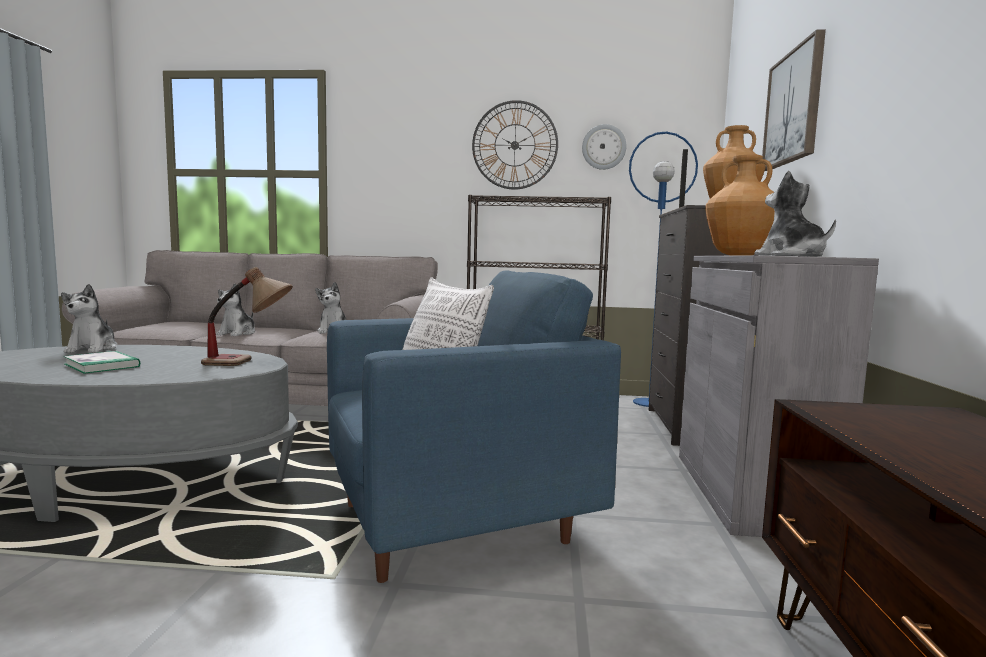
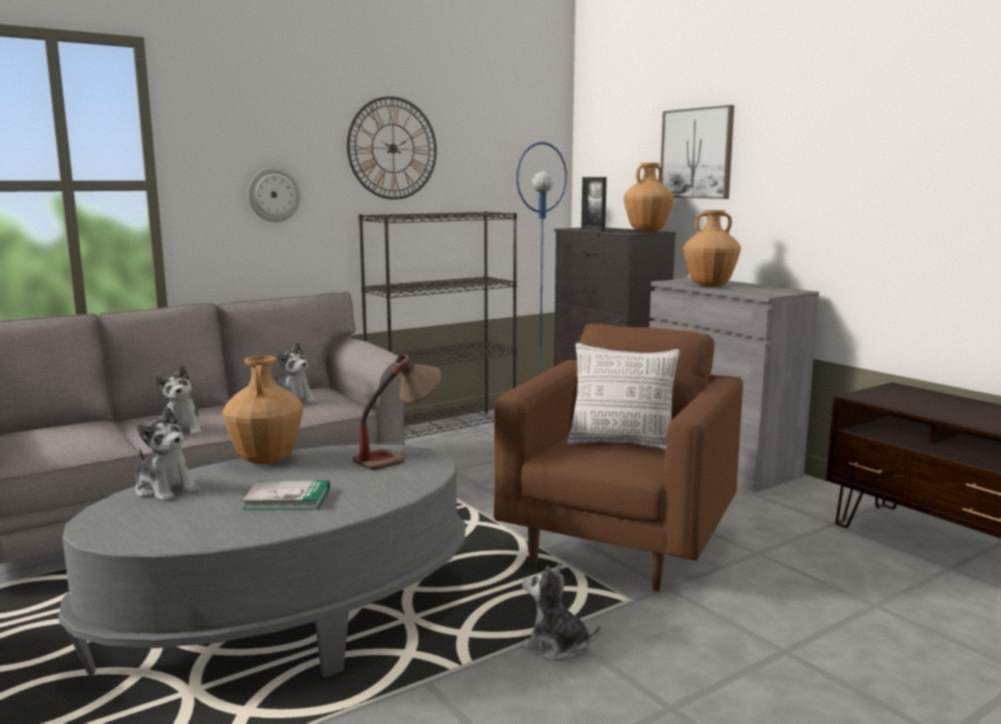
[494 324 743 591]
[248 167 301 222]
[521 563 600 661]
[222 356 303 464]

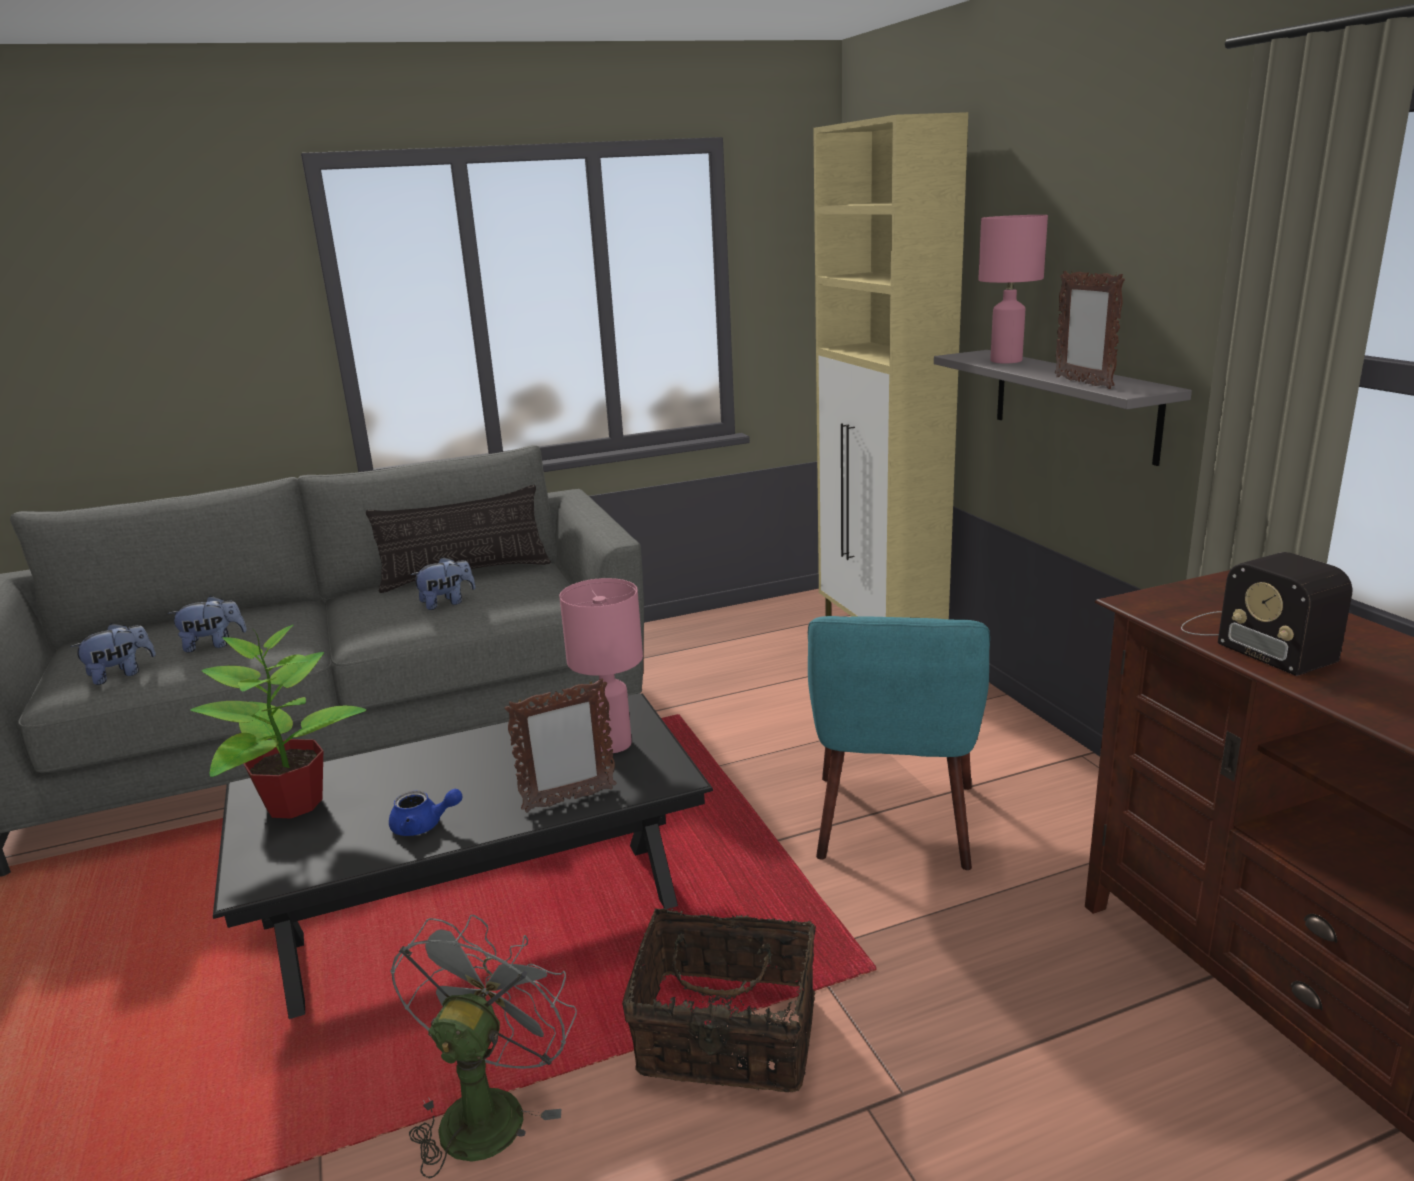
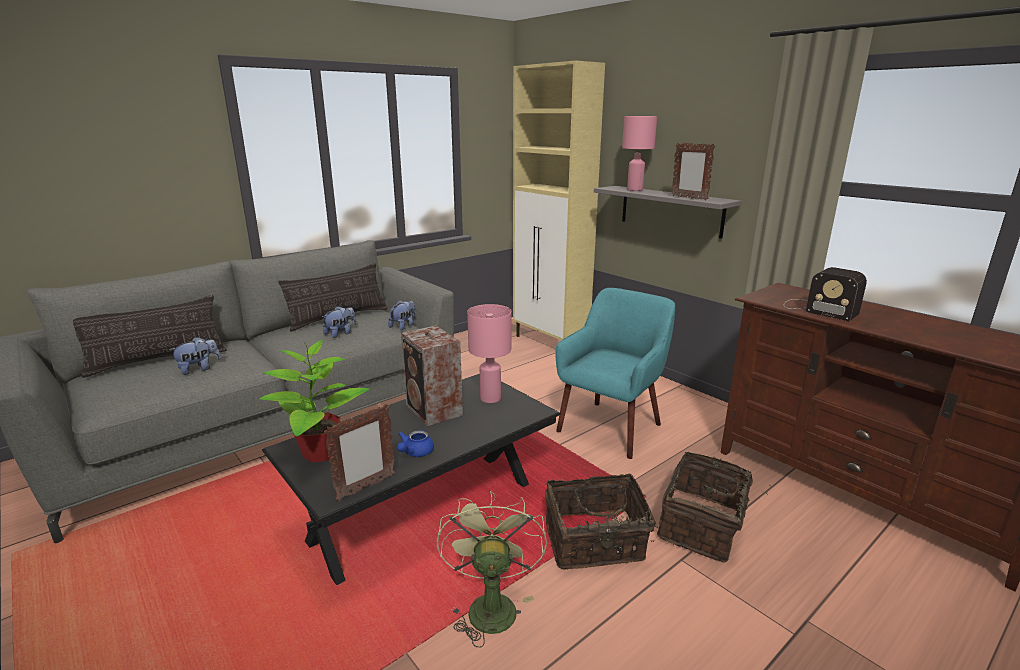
[388 300 415 330]
[397 430 434 457]
[437 491 547 648]
[324 404 395 501]
[555 288 675 459]
[73 295 227 378]
[401 326 463 426]
[657 451 771 563]

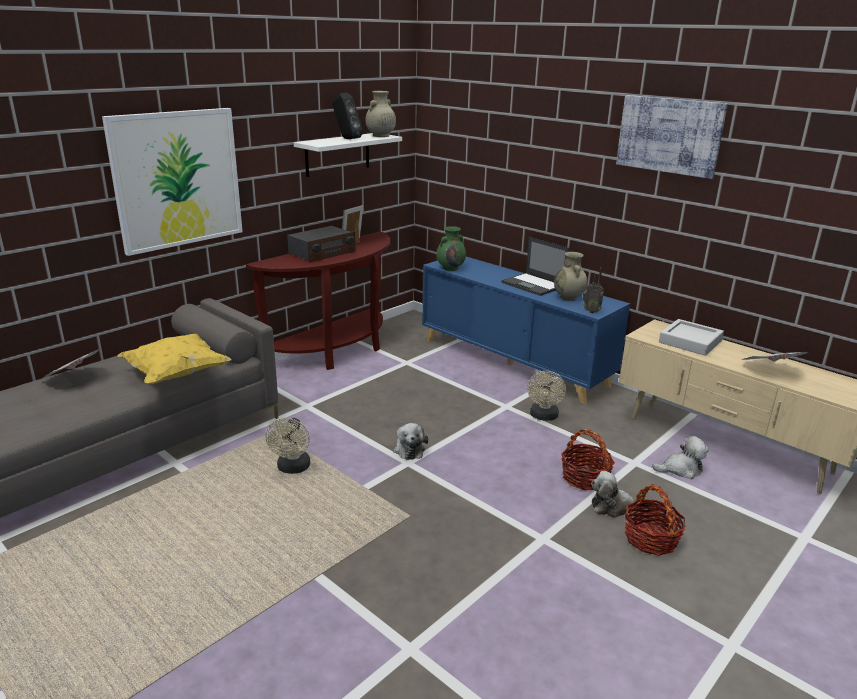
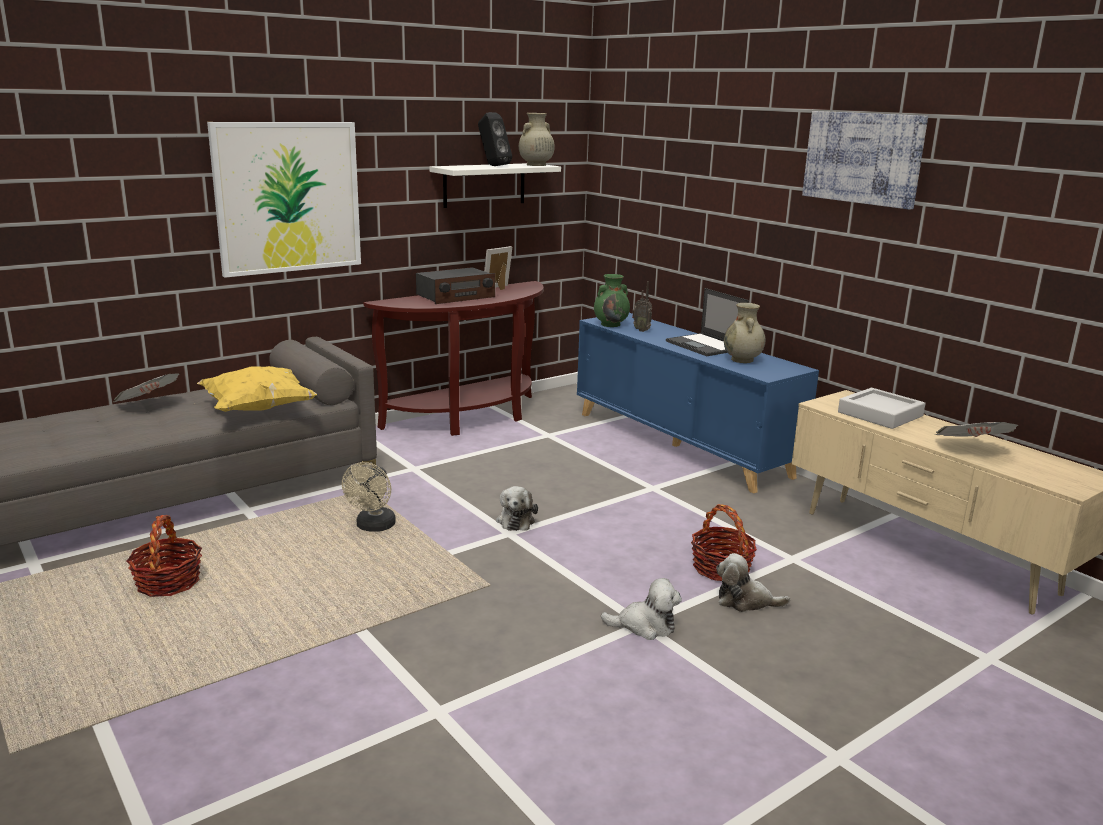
[527 371 566 421] (first image)
[632 281 652 332]
[126 515 202 597]
[601 578 682 640]

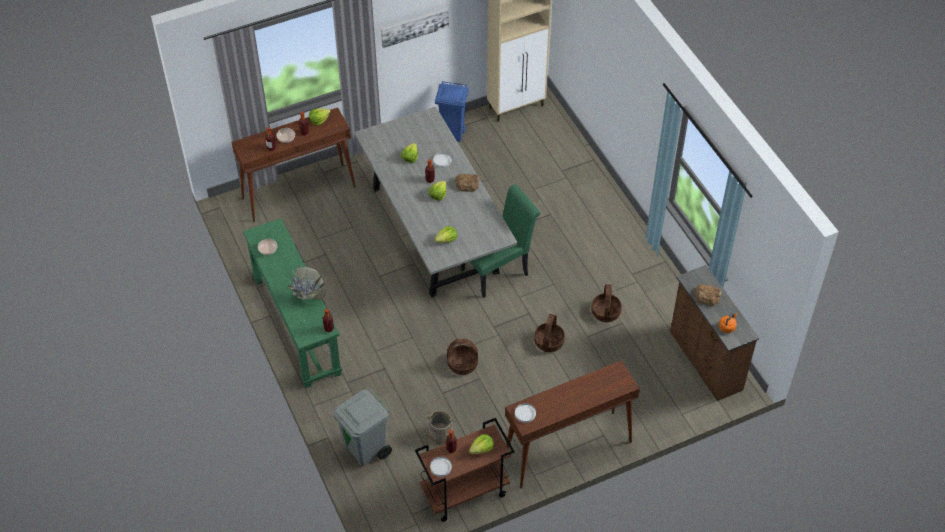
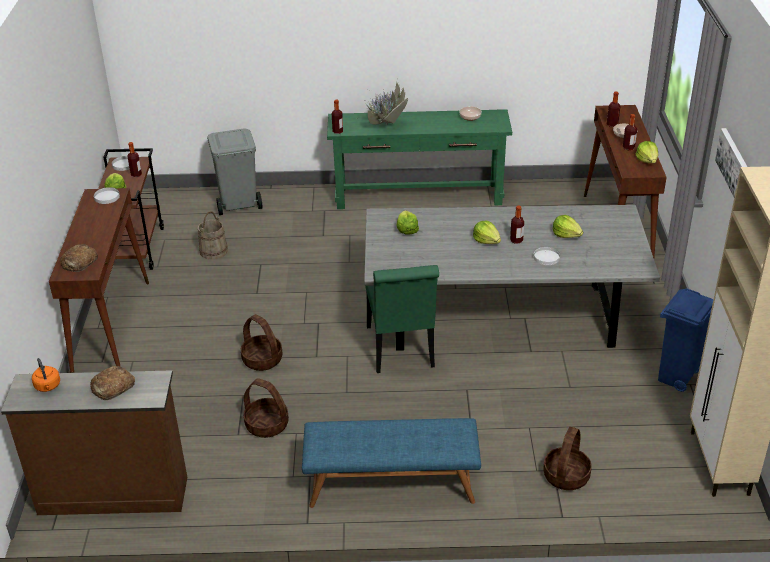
[543 427 592 490]
[60 244 98 272]
[302 418 481 508]

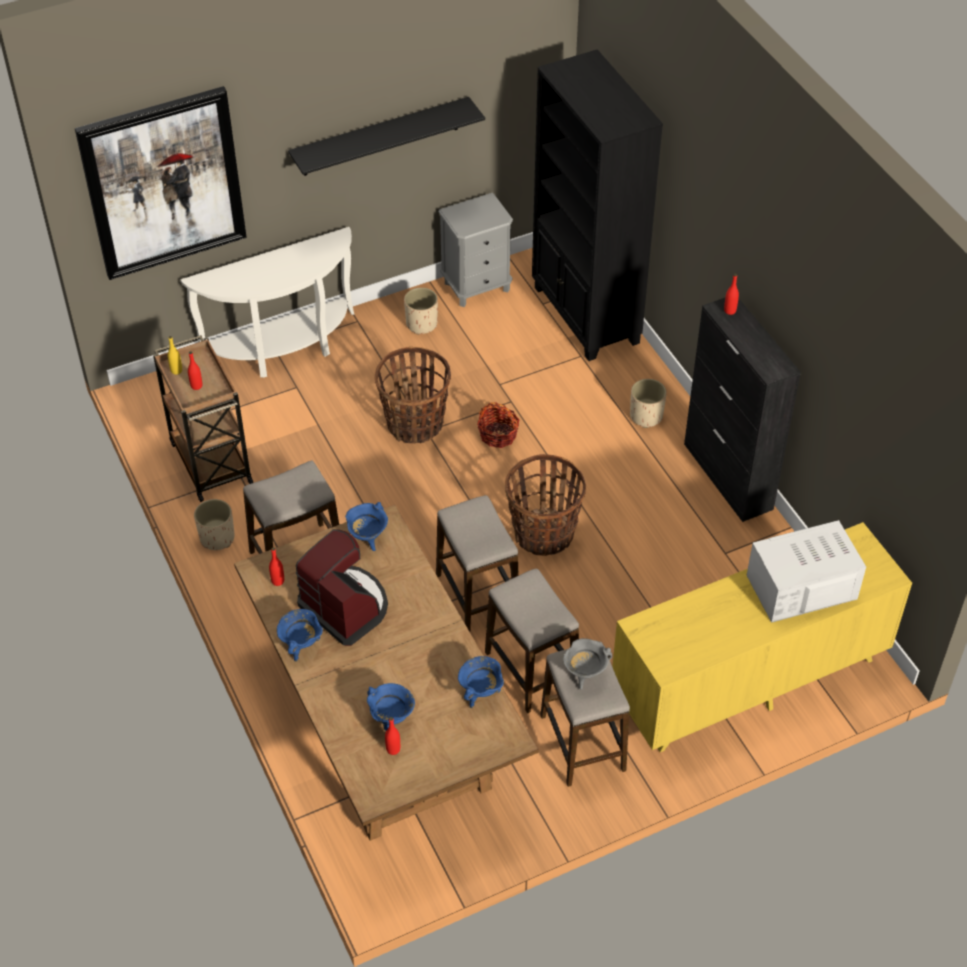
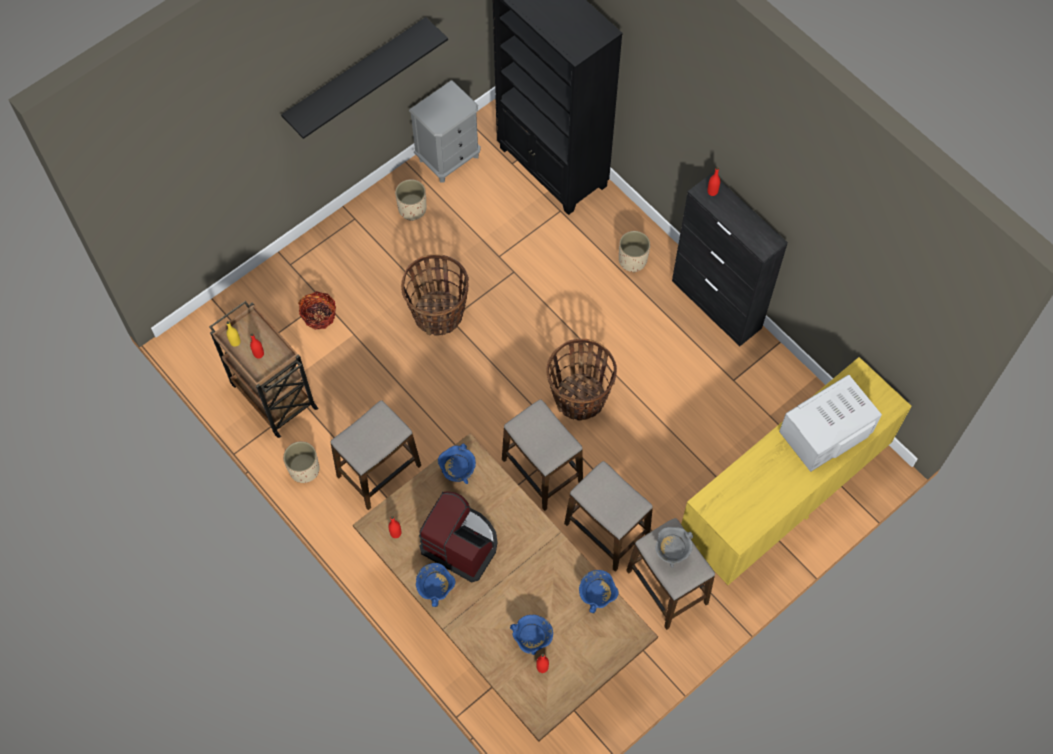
[75 86 247 280] (first image)
[181 227 354 378] (first image)
[298 291 336 330]

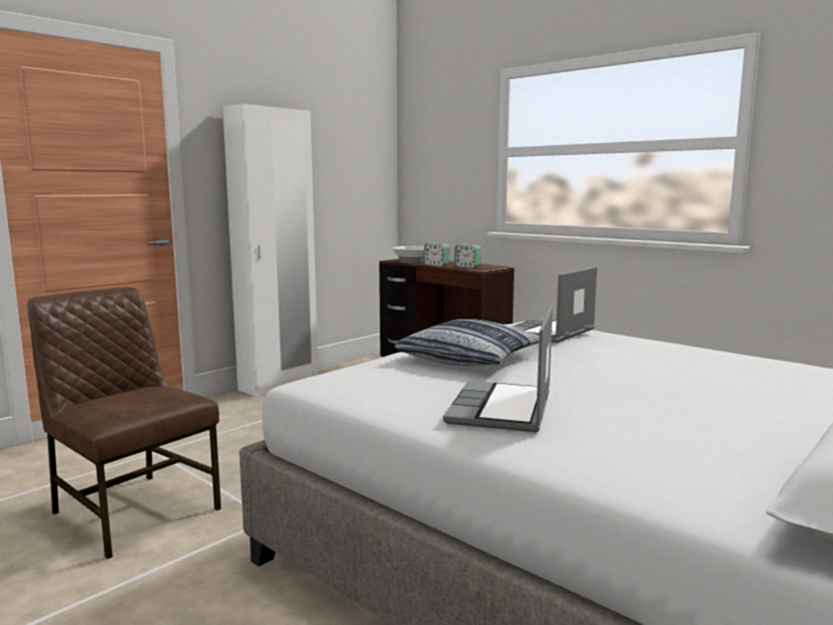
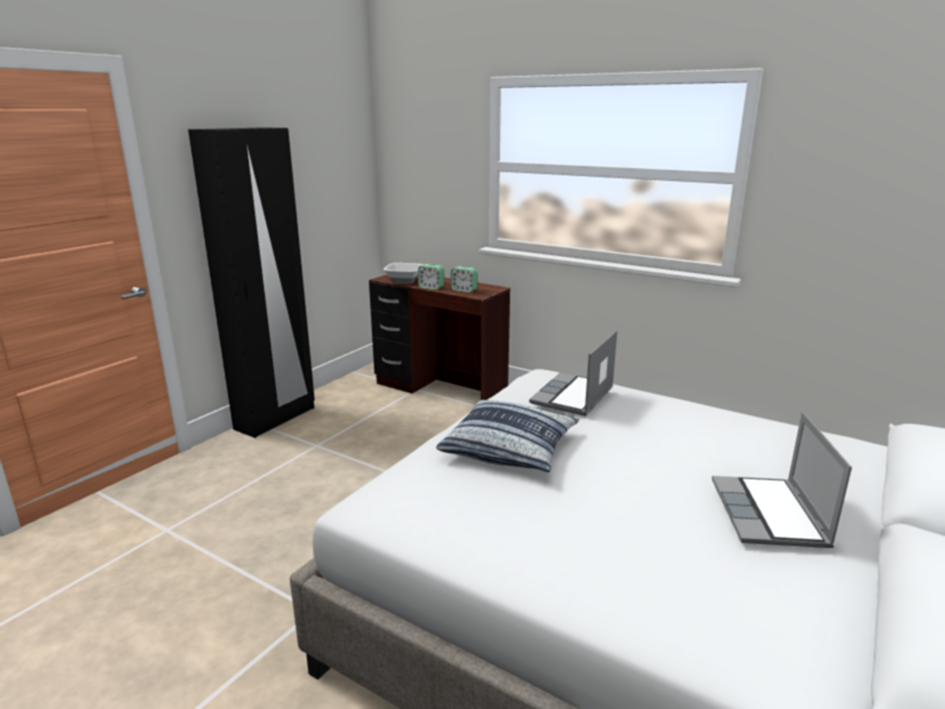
[27 287 221 559] (first image)
[188 127 315 438]
[712 412 852 548]

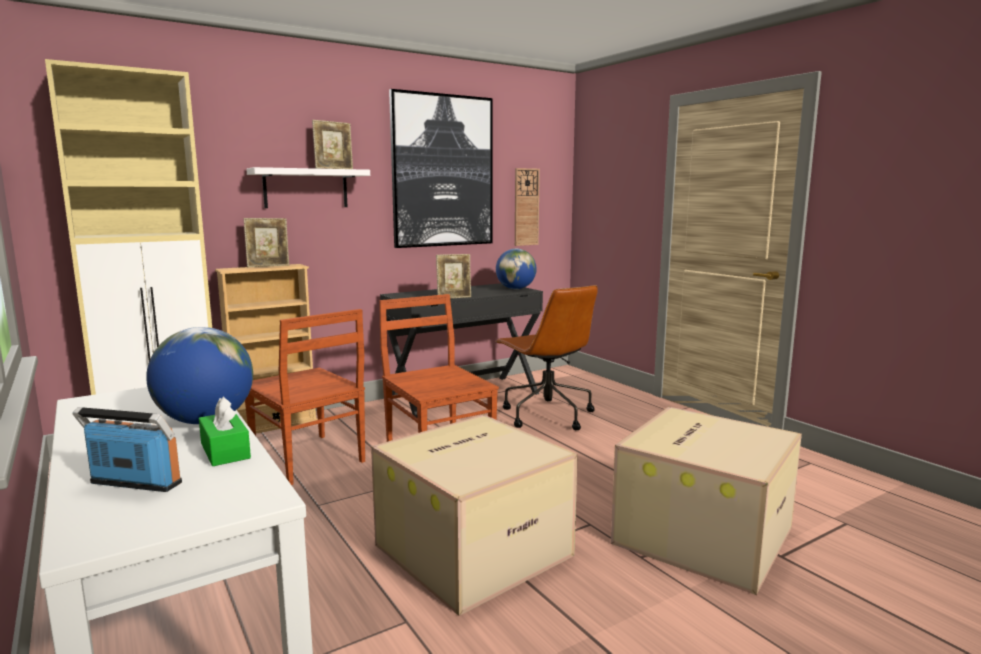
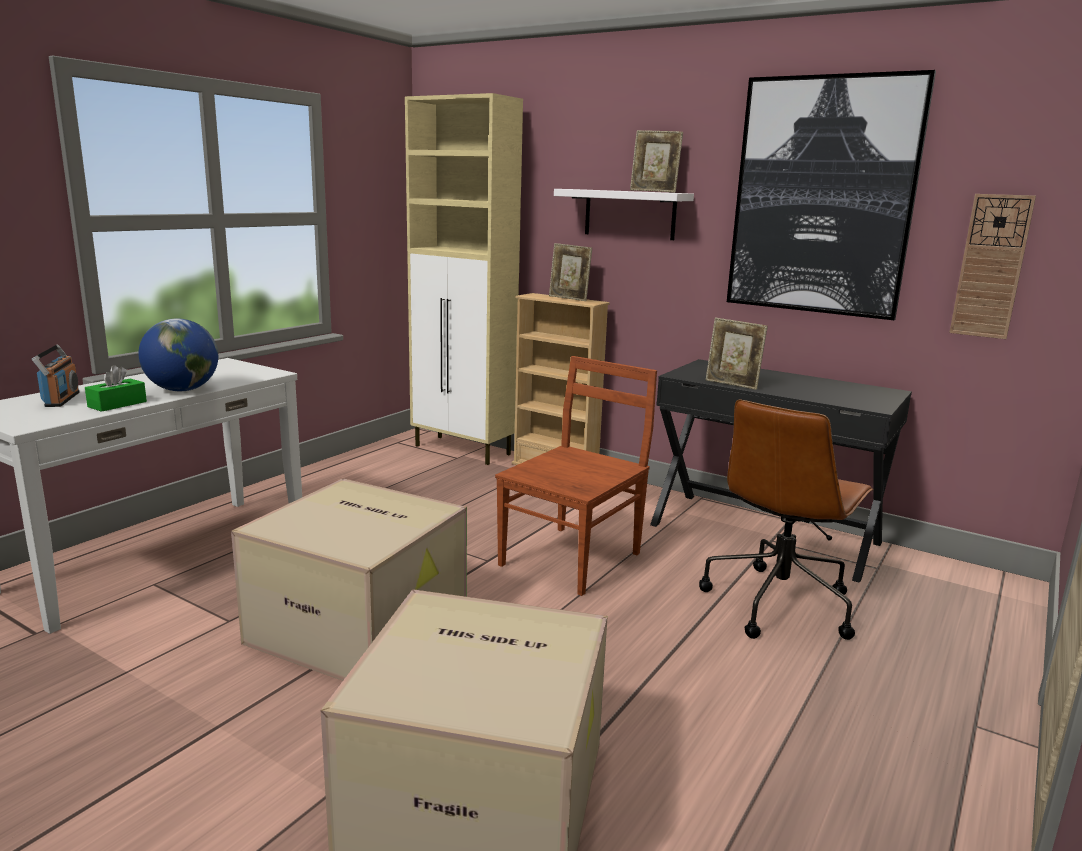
[245 309 365 485] (first image)
[496 249 536 289] (first image)

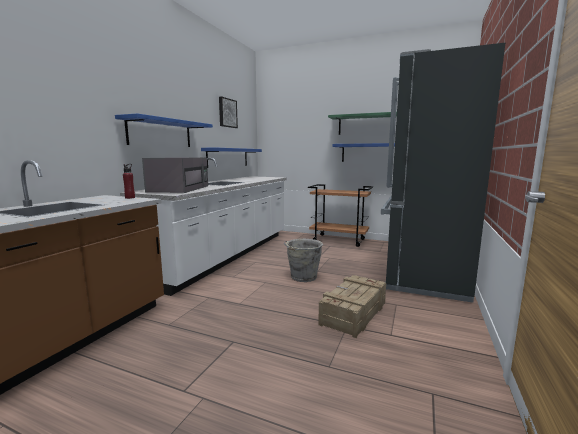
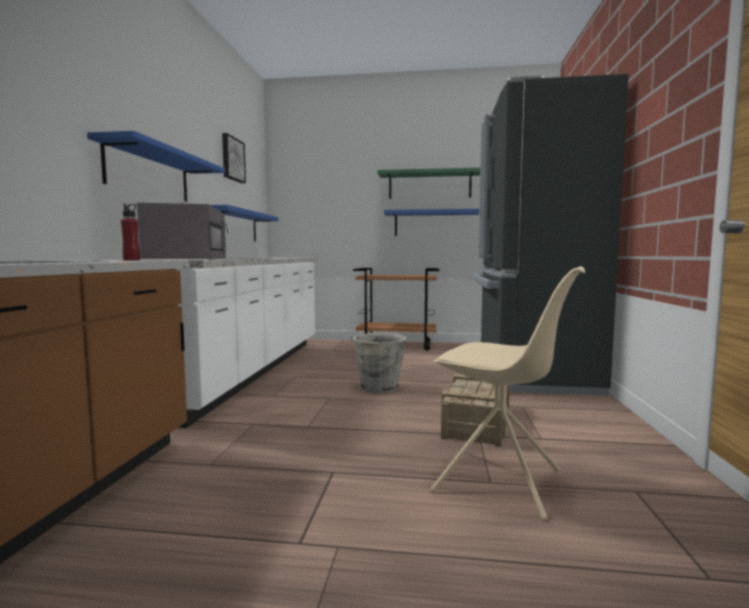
[430 266 585 520]

